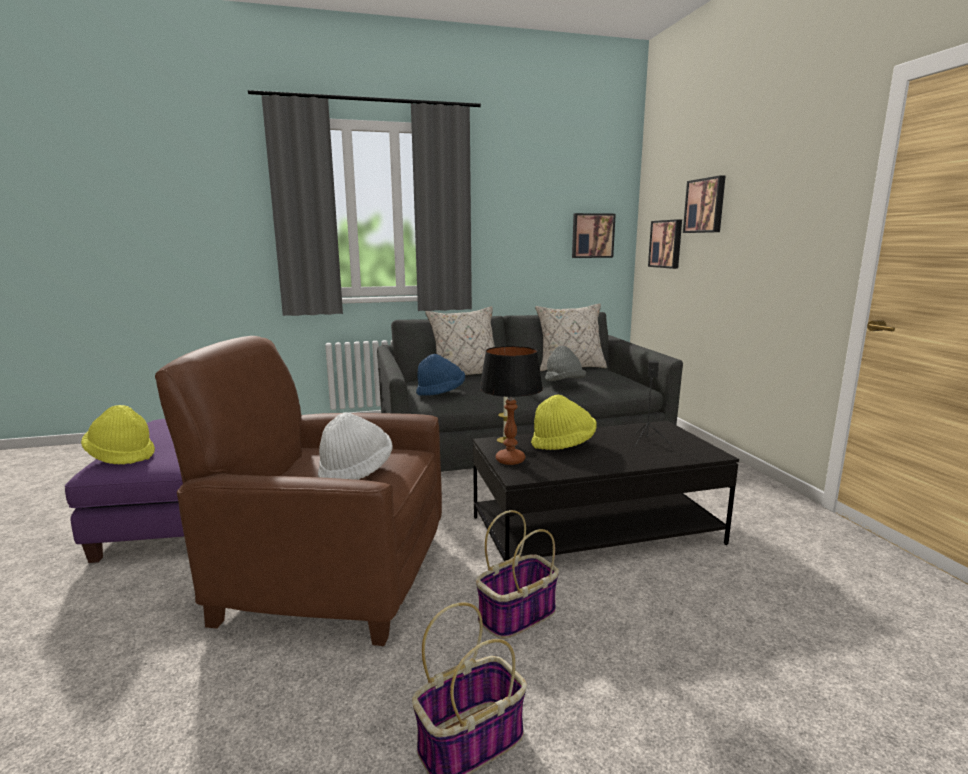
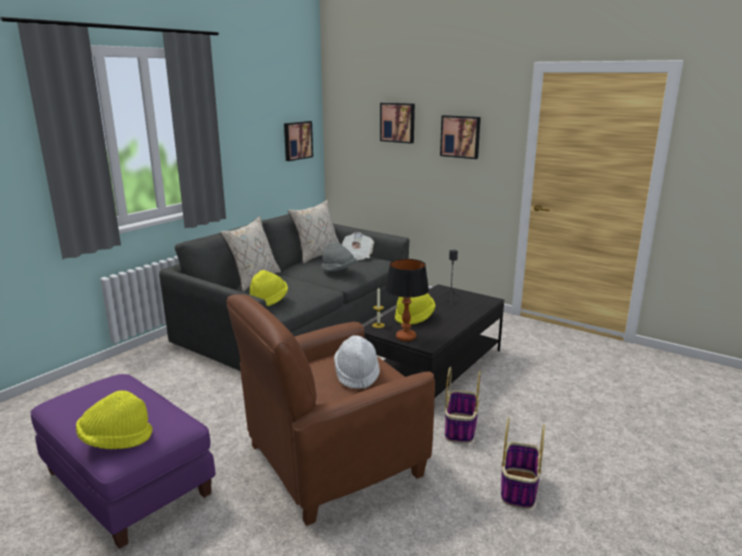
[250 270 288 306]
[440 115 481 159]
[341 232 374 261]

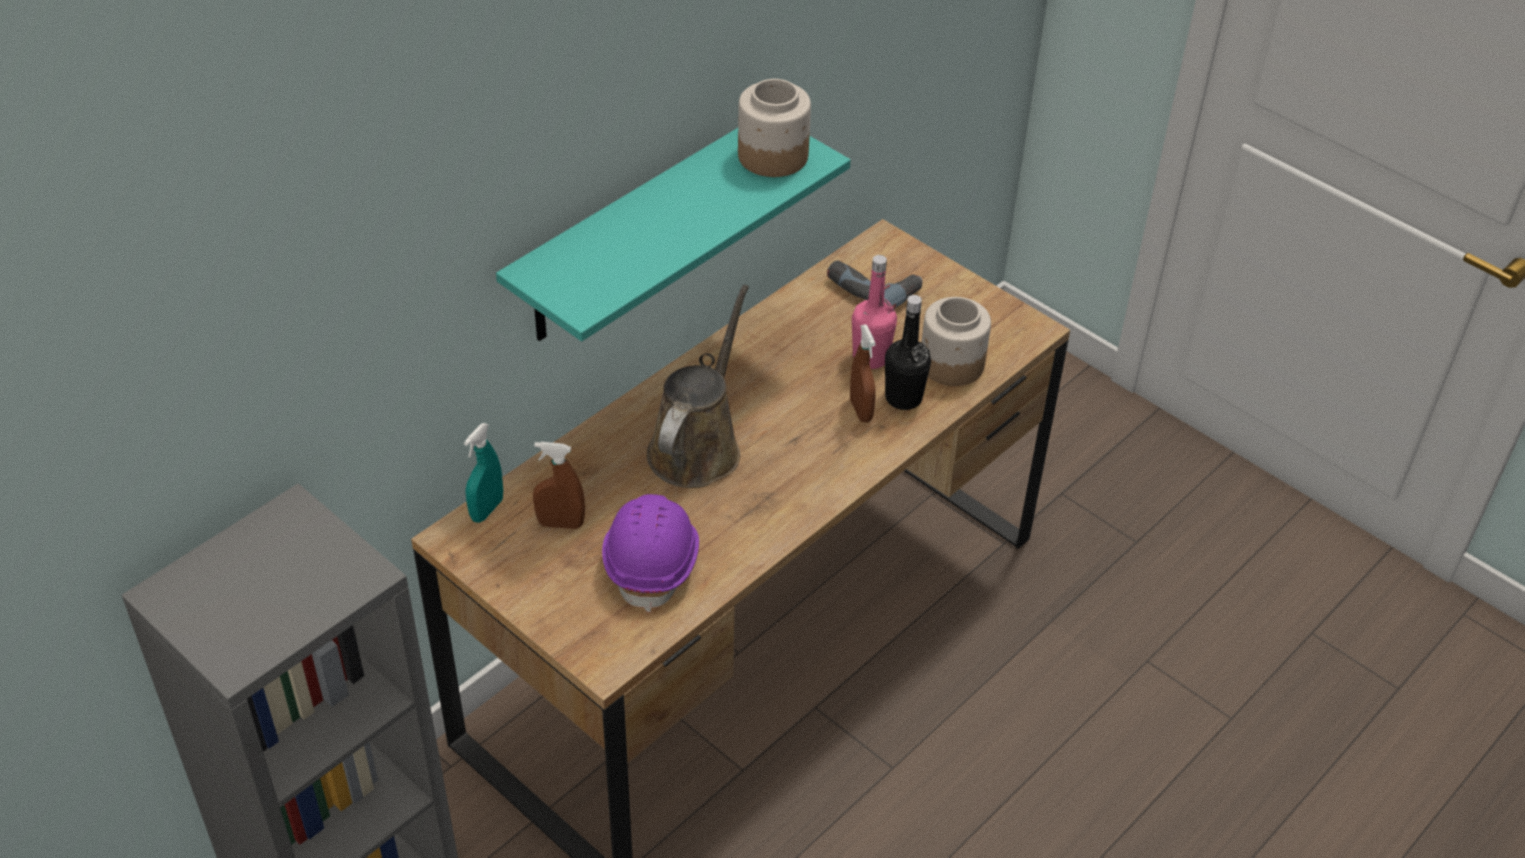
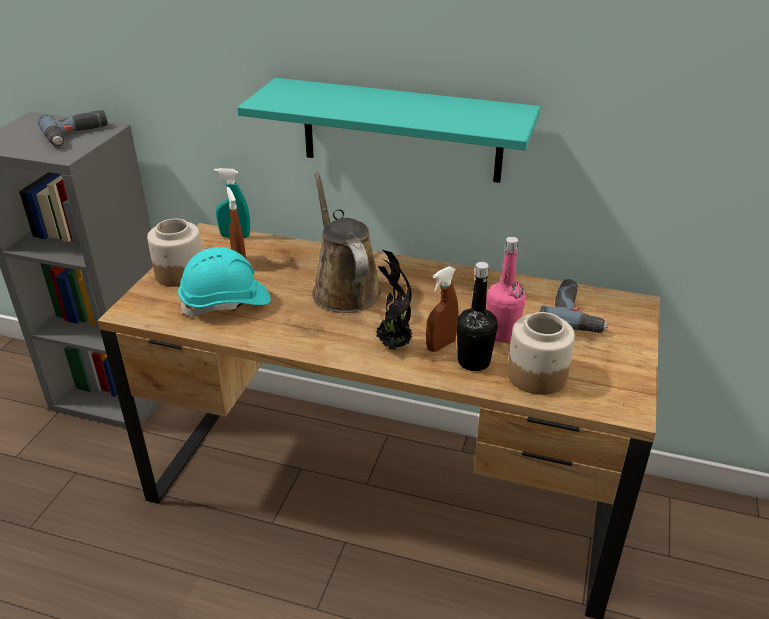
[178 247 271 317]
[312 171 381 313]
[147 219 203 287]
[38 110 108 146]
[374 250 413 350]

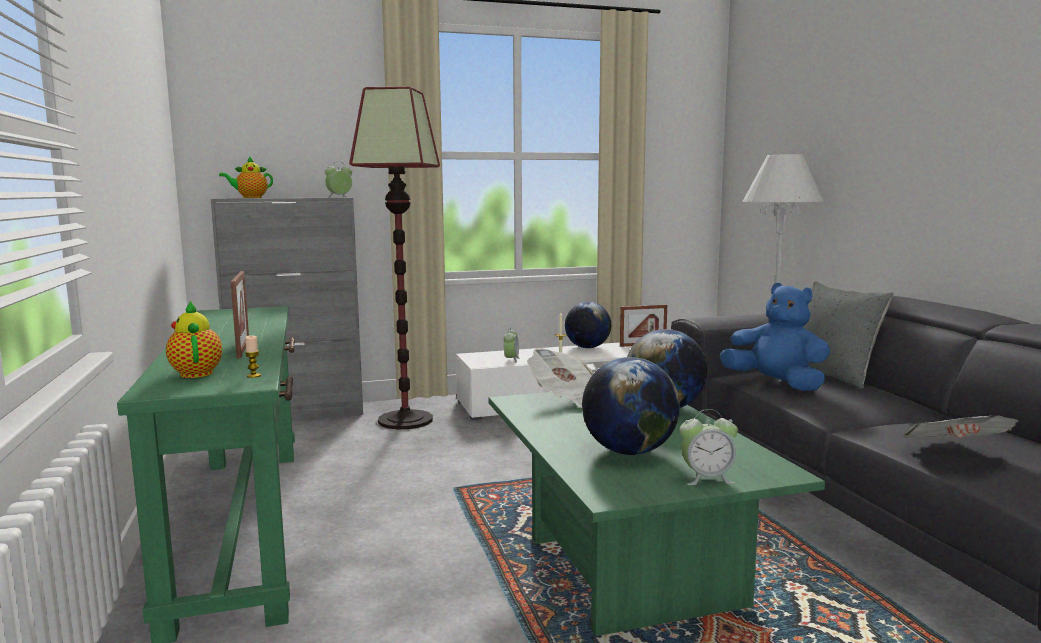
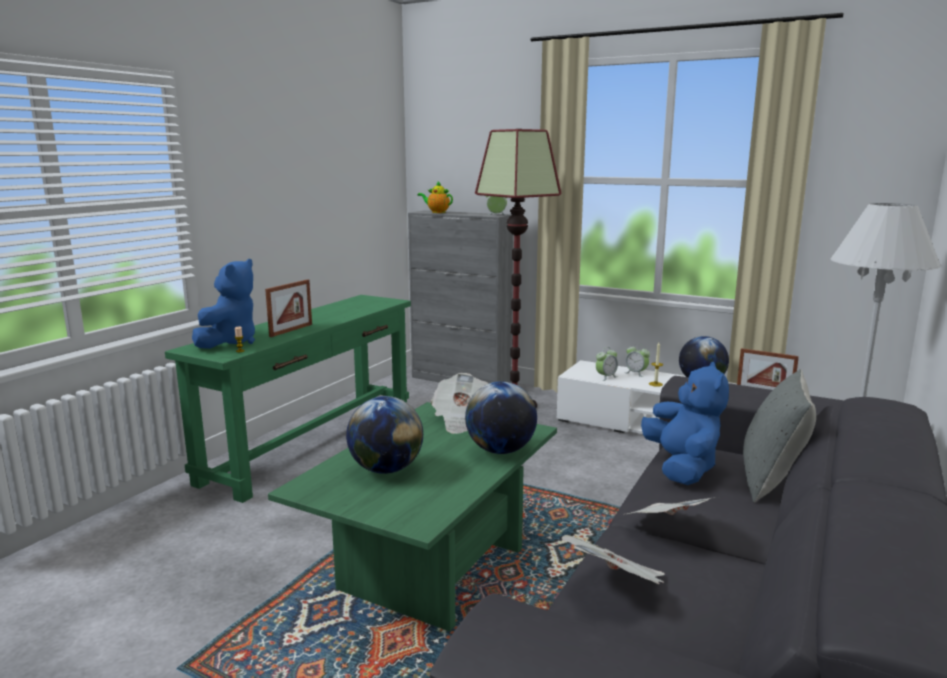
[192 259 255 349]
[625 344 650 377]
[627 497 717 515]

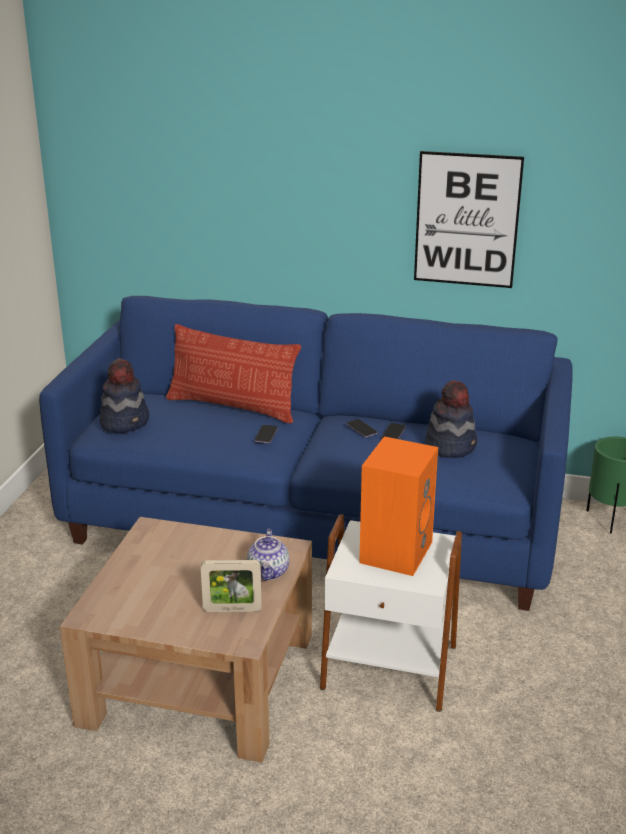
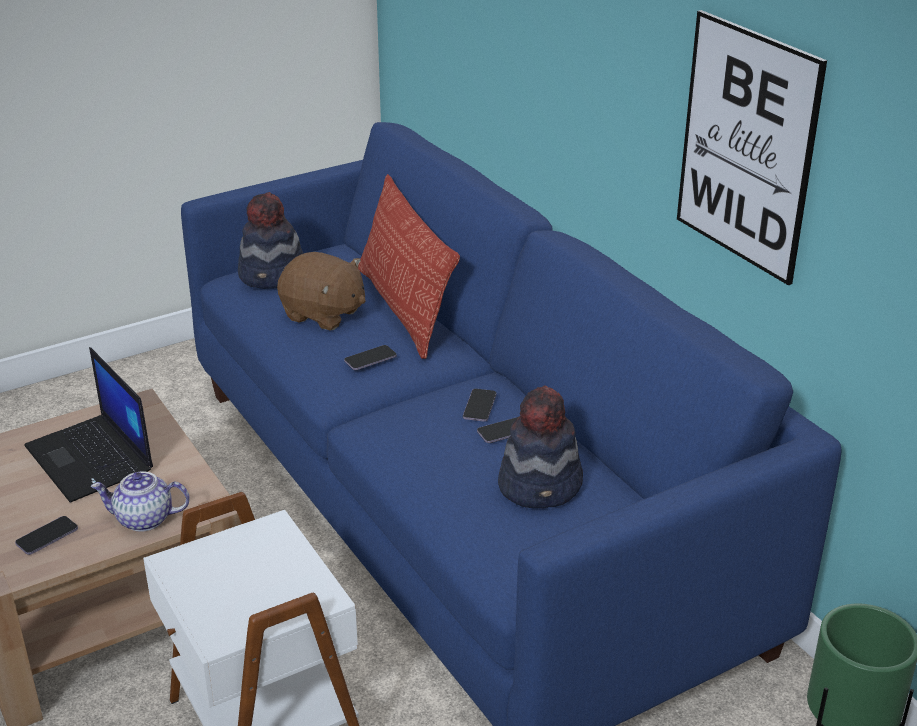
[15 516 78 555]
[91 472 190 532]
[359 437 438 576] (first image)
[24 347 153 503]
[277 252 366 331]

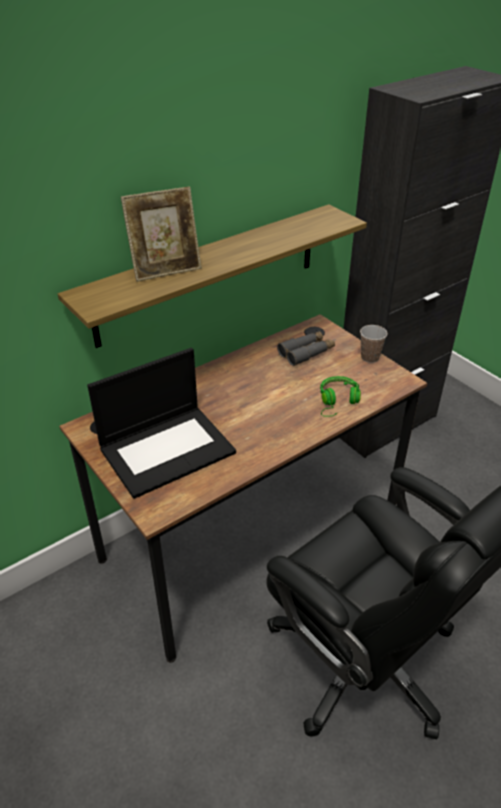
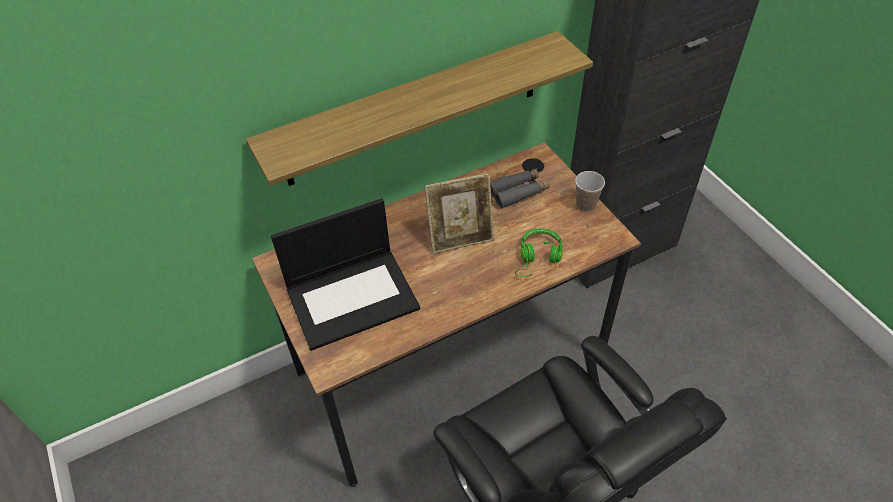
[425 173 494 254]

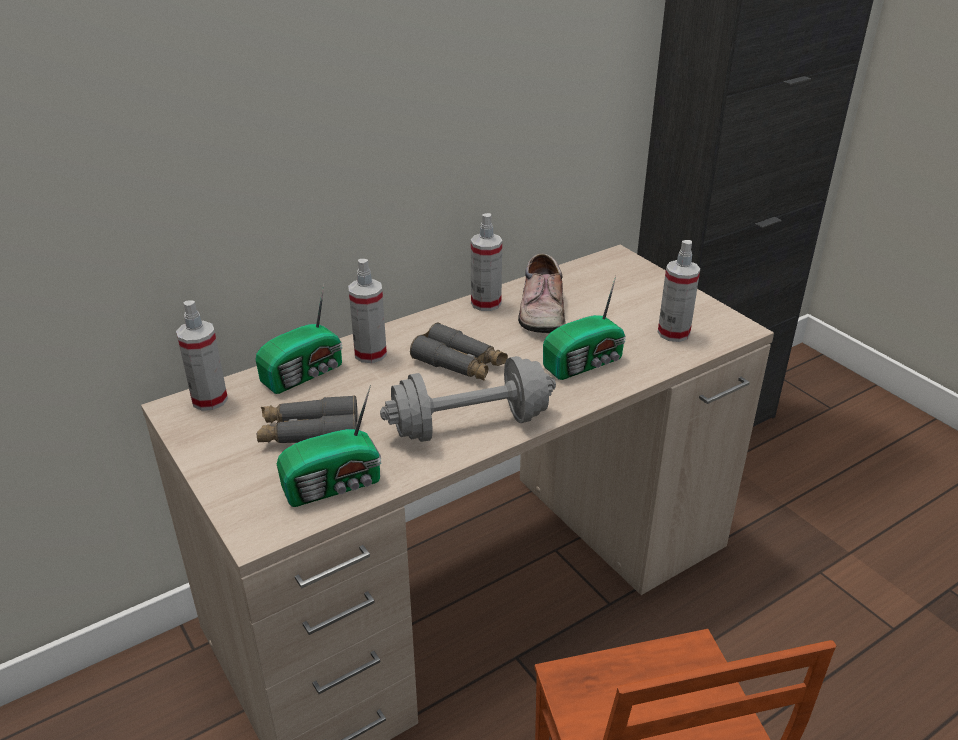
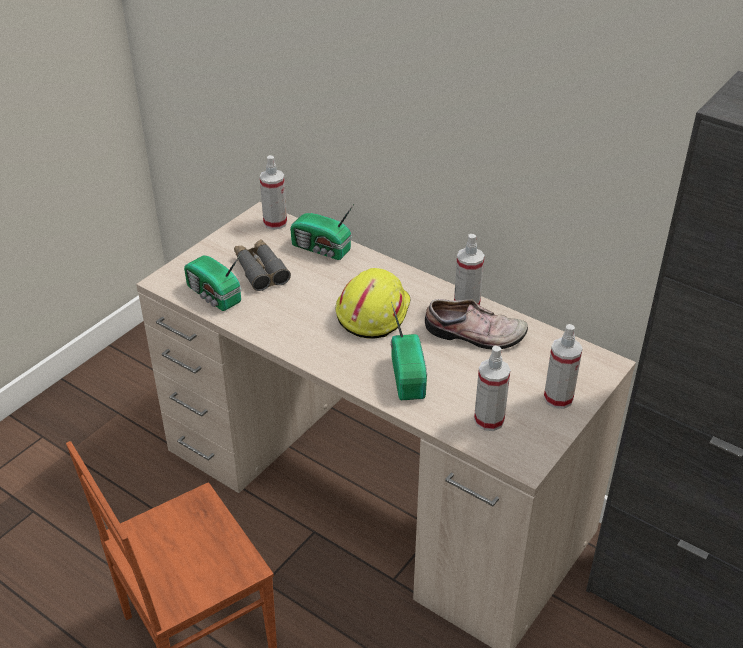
[544 324 583 409]
[380 356 556 442] (first image)
[335 268 410 339]
[425 299 528 349]
[391 302 427 400]

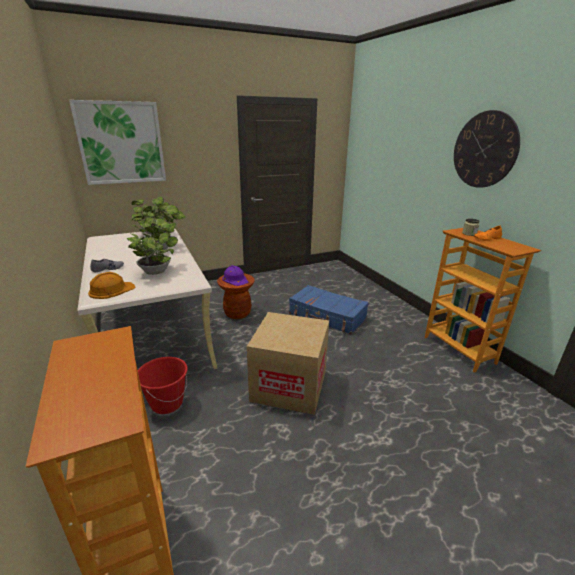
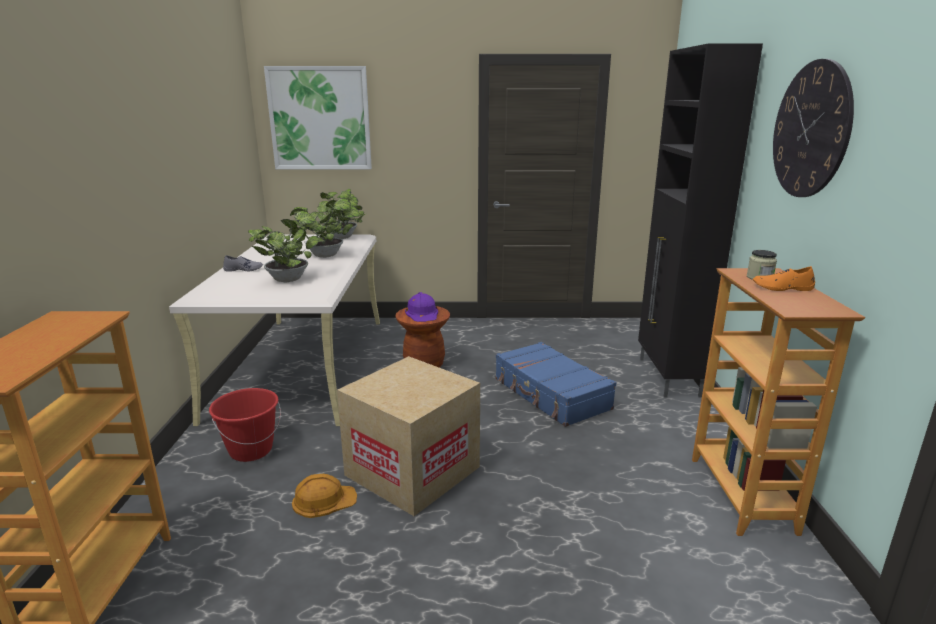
[292 474 357 518]
[638 43 763 398]

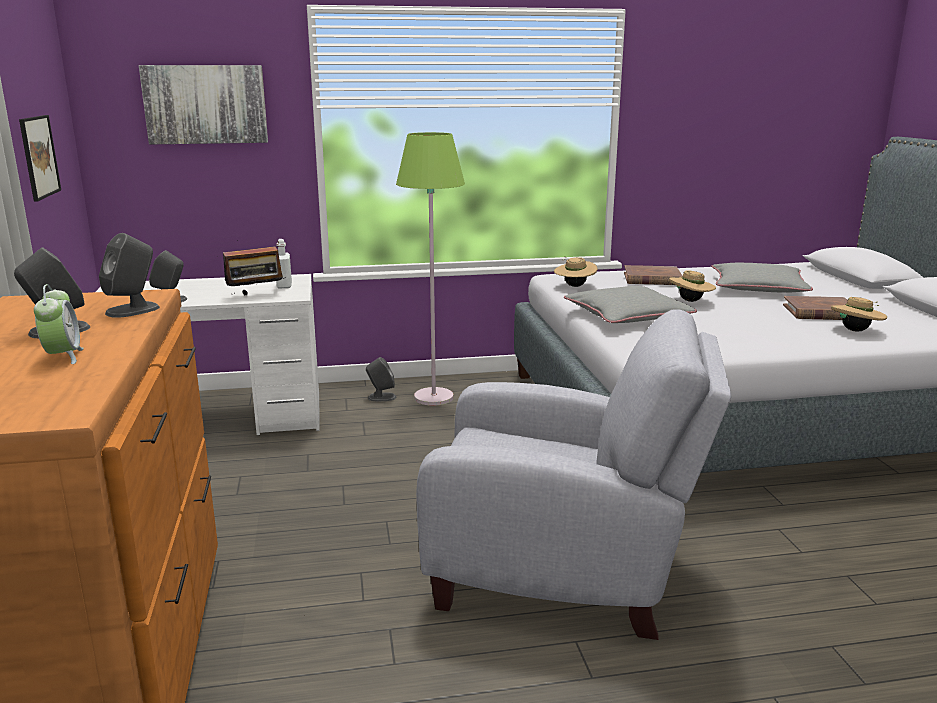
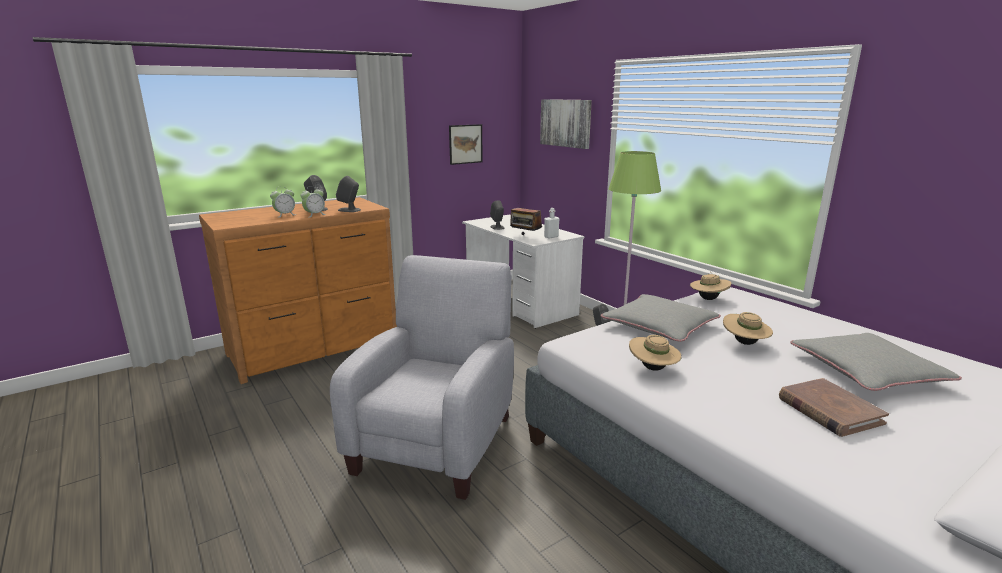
[330 255 514 500]
[624 265 683 285] (first image)
[629 335 682 371]
[301 186 326 218]

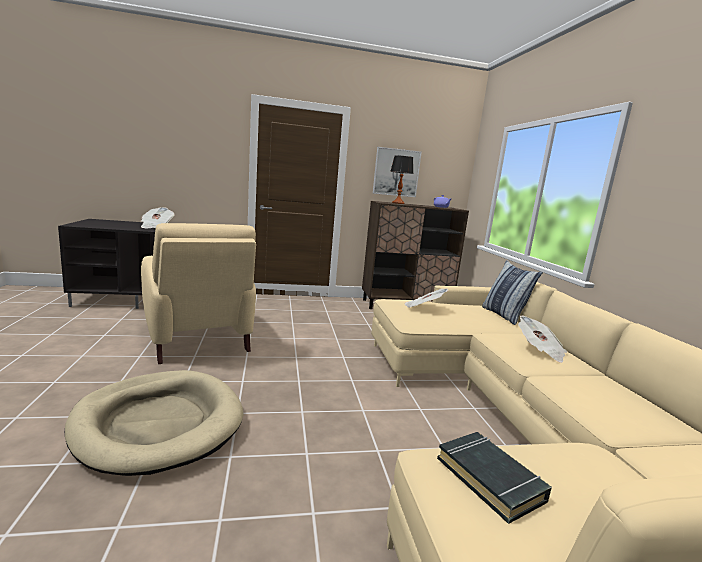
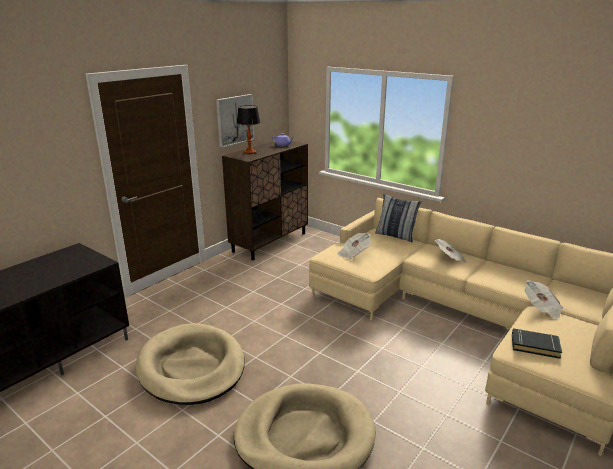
[525 280 563 320]
[135 323 245 405]

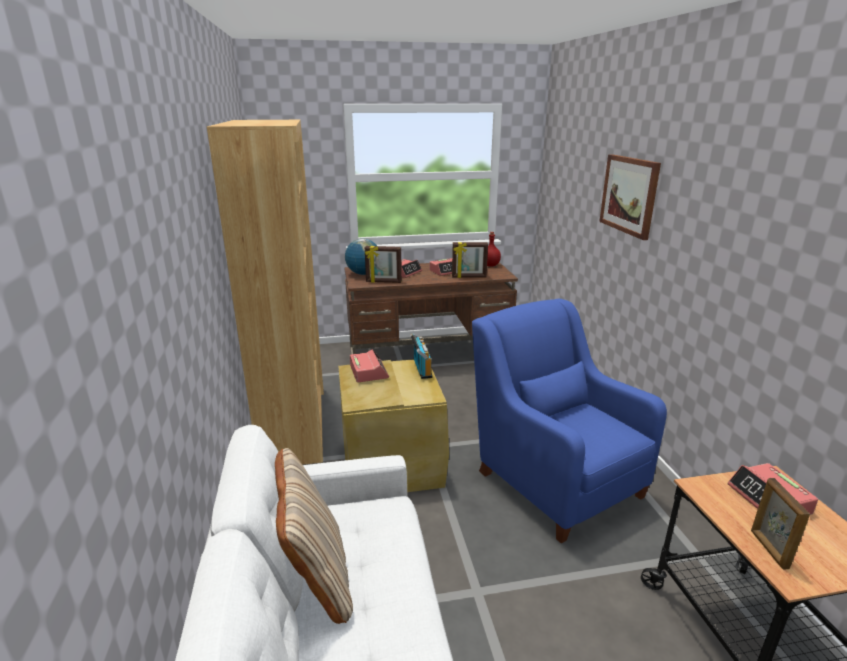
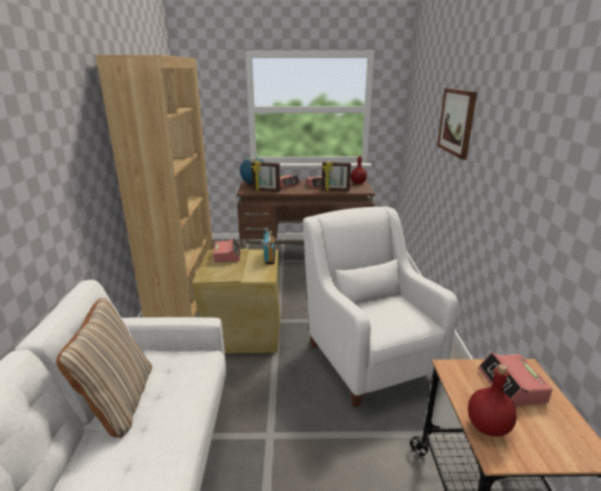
[303 207 458 408]
[468 364 517 437]

